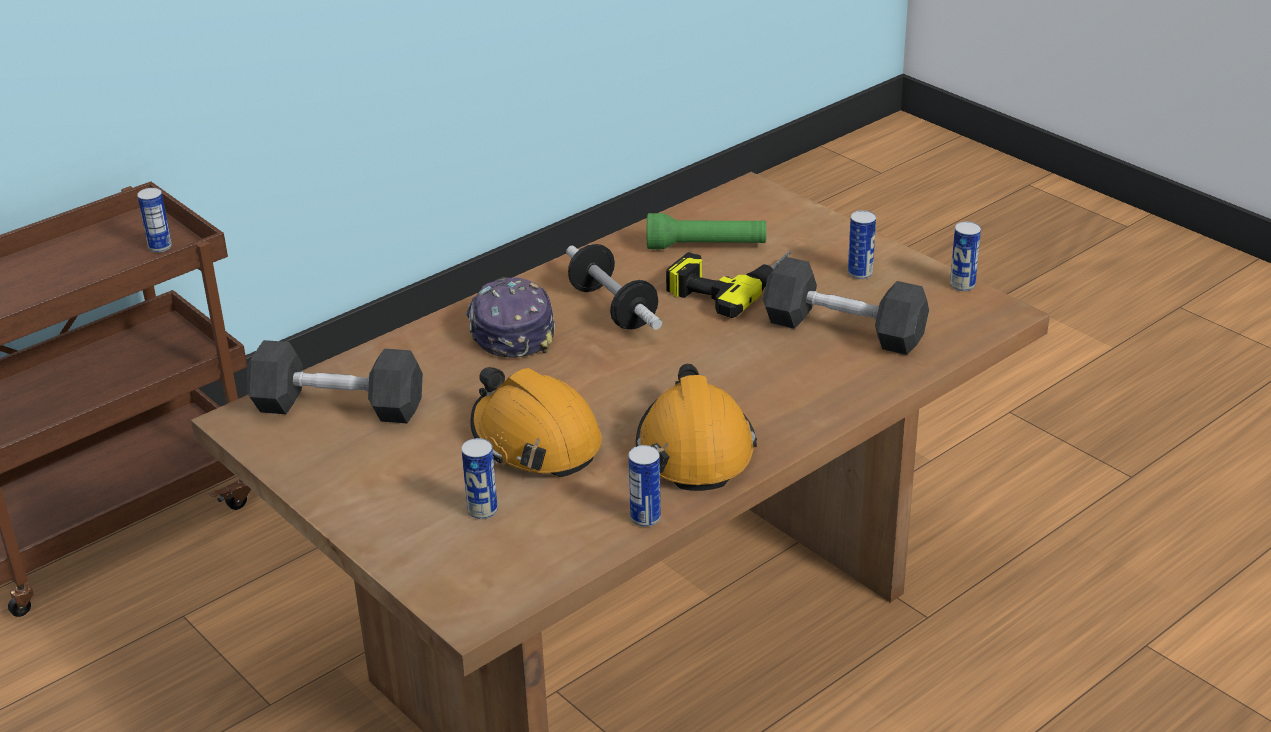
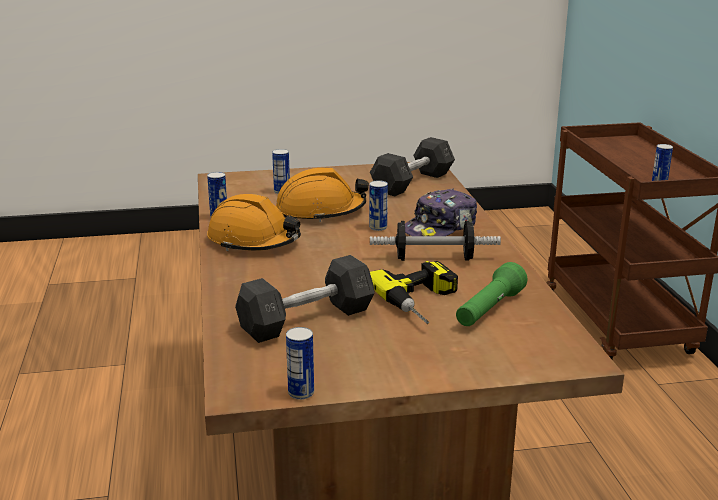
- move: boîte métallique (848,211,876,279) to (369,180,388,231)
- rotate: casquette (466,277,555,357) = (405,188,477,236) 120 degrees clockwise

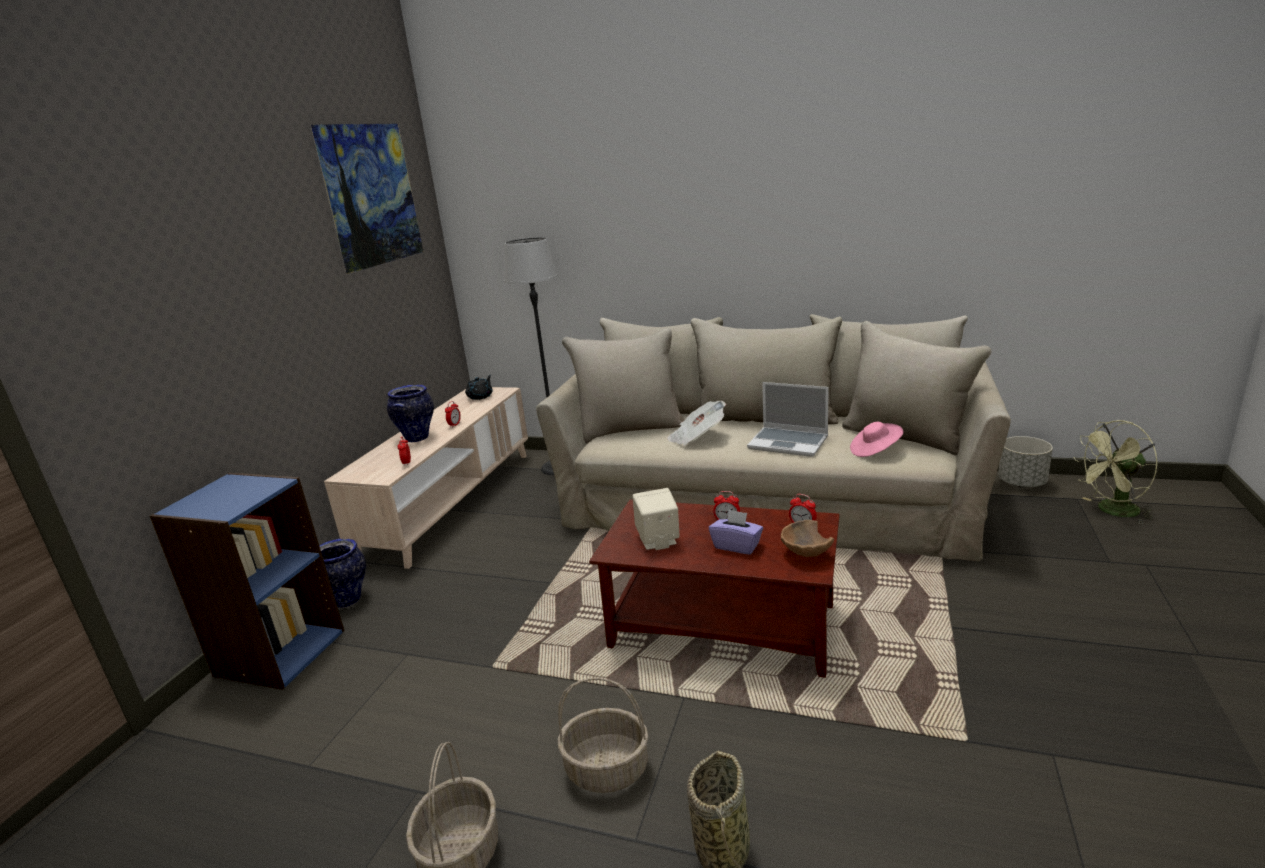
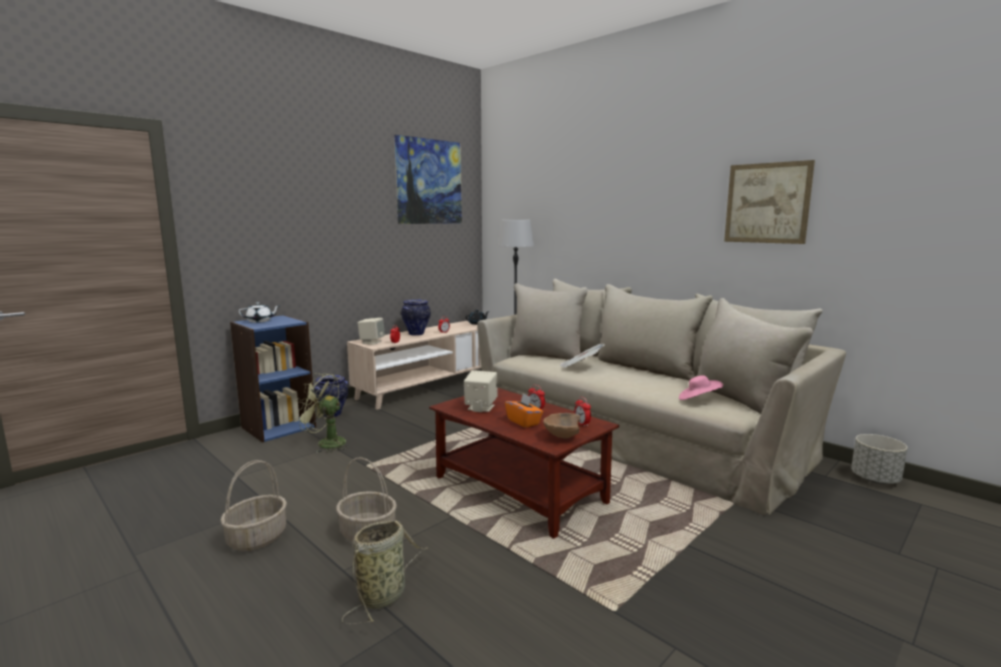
- delete: ordinateur portable (747,382,829,457)
- move: ventilateur (vert) (1073,420,1157,523) to (295,373,349,453)
- recolor: boîte à mouchoirs (violet) (709,509,763,555) to boîte à mouchoirs (orange) (505,393,543,428)
- insert: tableau (724,160,815,244)
- insert: théière (blanc) (238,302,279,323)
- insert: enceinte (beige) (358,318,385,345)

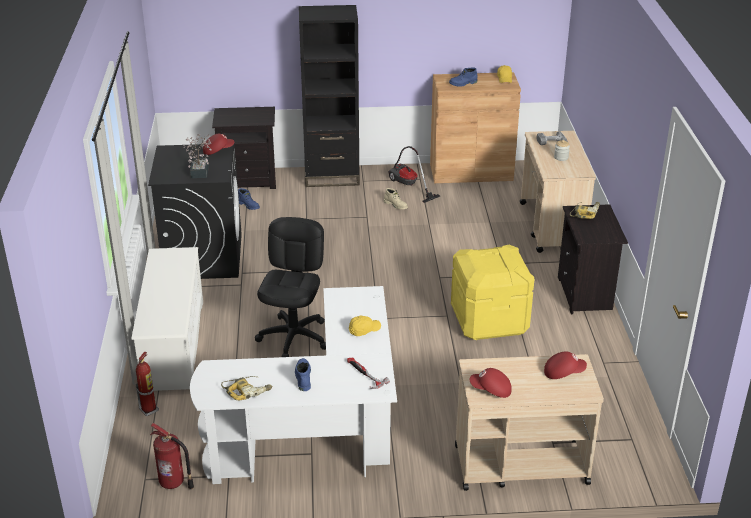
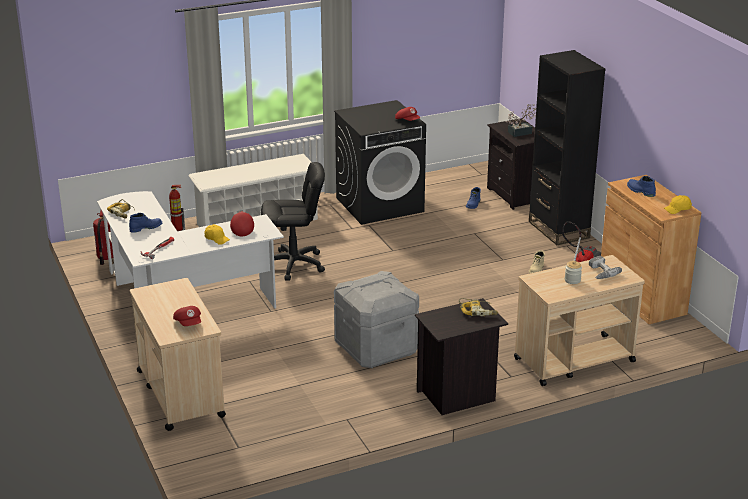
- move: plante en pot (184,134,212,178) to (506,104,536,137)
- recolor: boîte de rangement (jaune) (451,245,535,340) to boîte de rangement (gris) (334,271,419,368)
- move: casquette (rouge) (469,368,512,398) to (230,212,254,236)

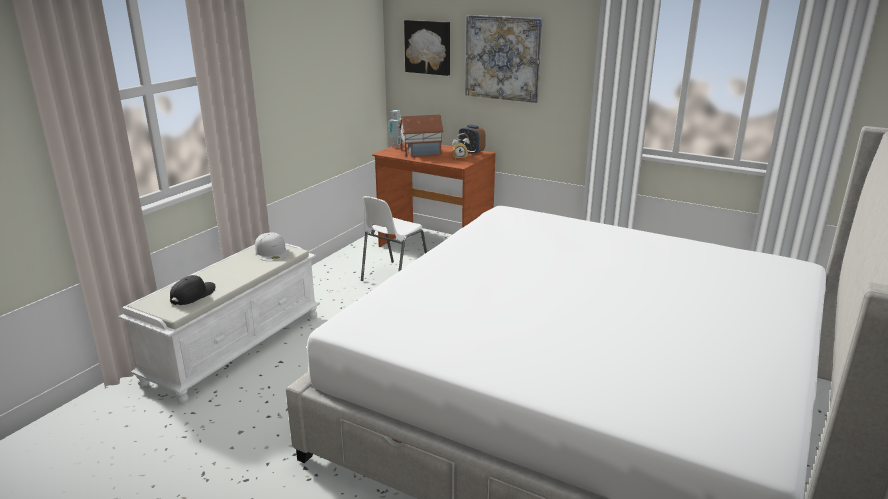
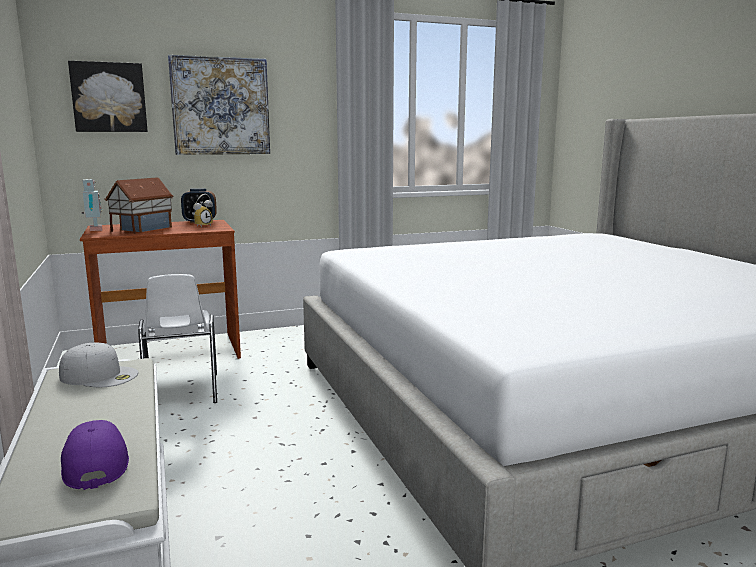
- recolor: casquette (noir) (170,275,216,305) to casquette (violet) (61,420,129,490)

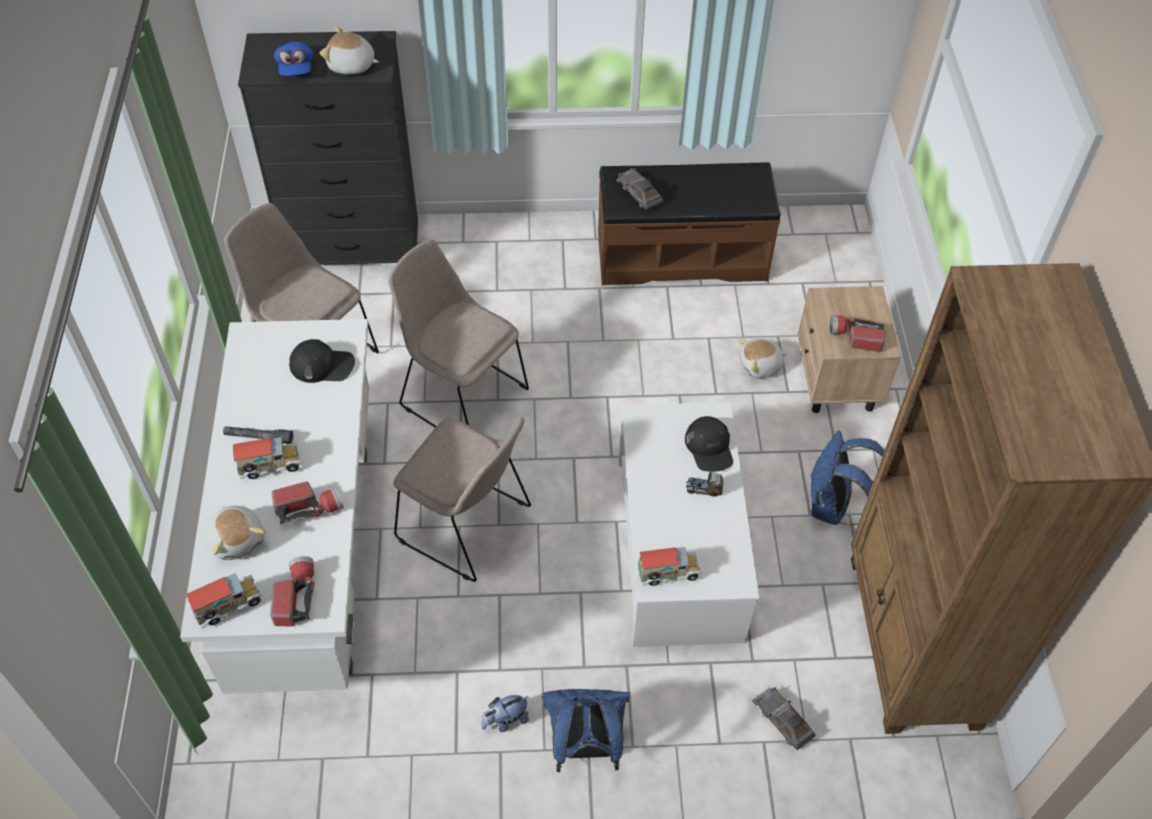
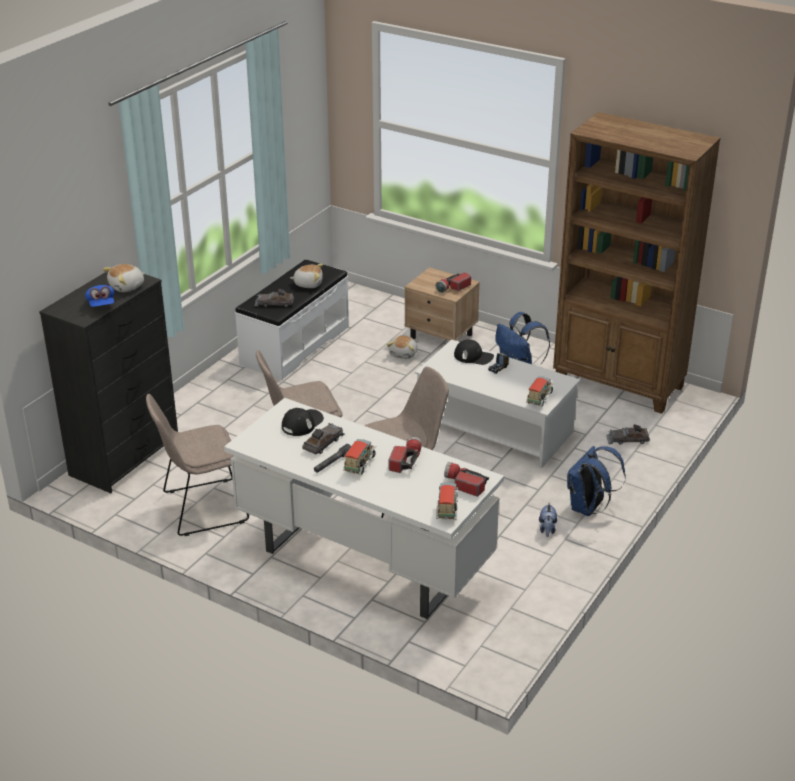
- rotate: casquette (bleu) (274,42,313,76) = (85,285,114,307) 45 degrees clockwise
- recolor: banc (marron) (598,162,781,285) to banc (blanc) (235,260,349,380)
- move: peluche (207,506,266,560) to (290,264,323,288)
- insert: petite voiture (gris) (302,423,345,454)

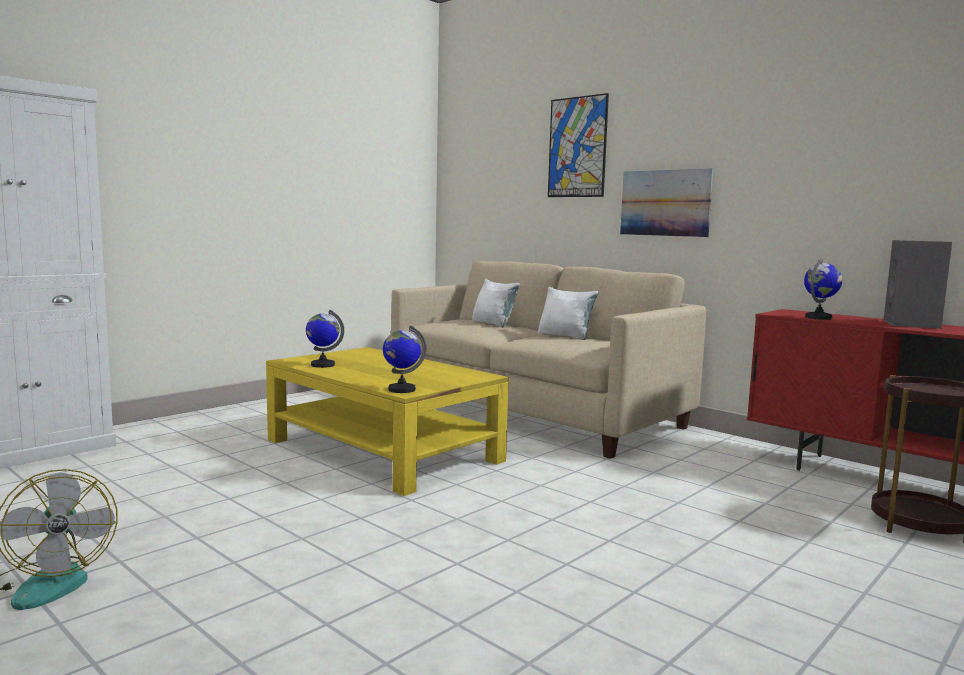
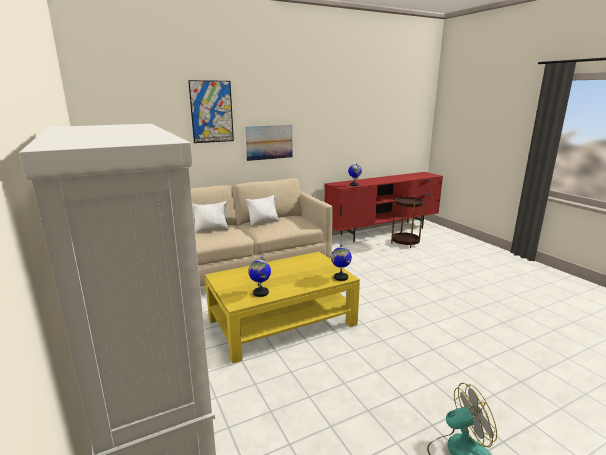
- delete: enceinte (gris) (883,240,952,329)

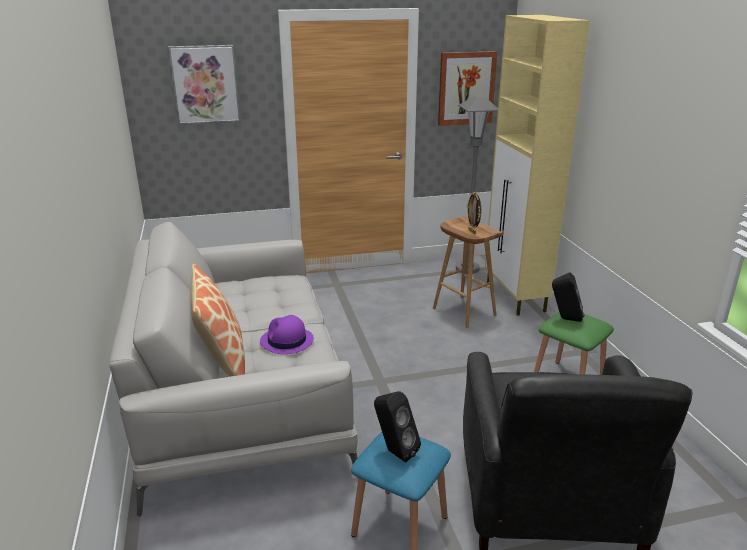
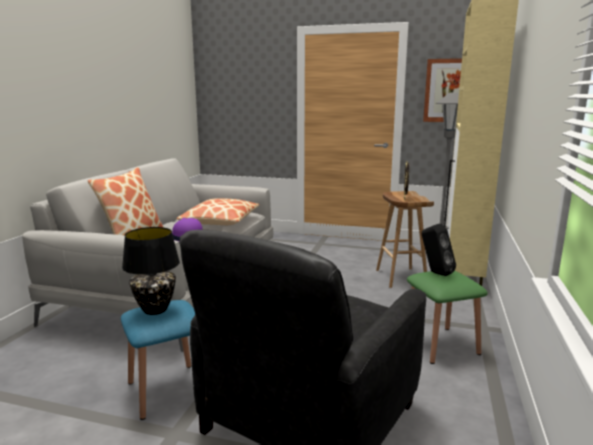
- delete: tableau (168,45,240,125)
- replace: enceinte (noir) (374,391,421,463) to lampe de table (noir) (122,227,180,315)
- insert: coussin (176,198,259,225)

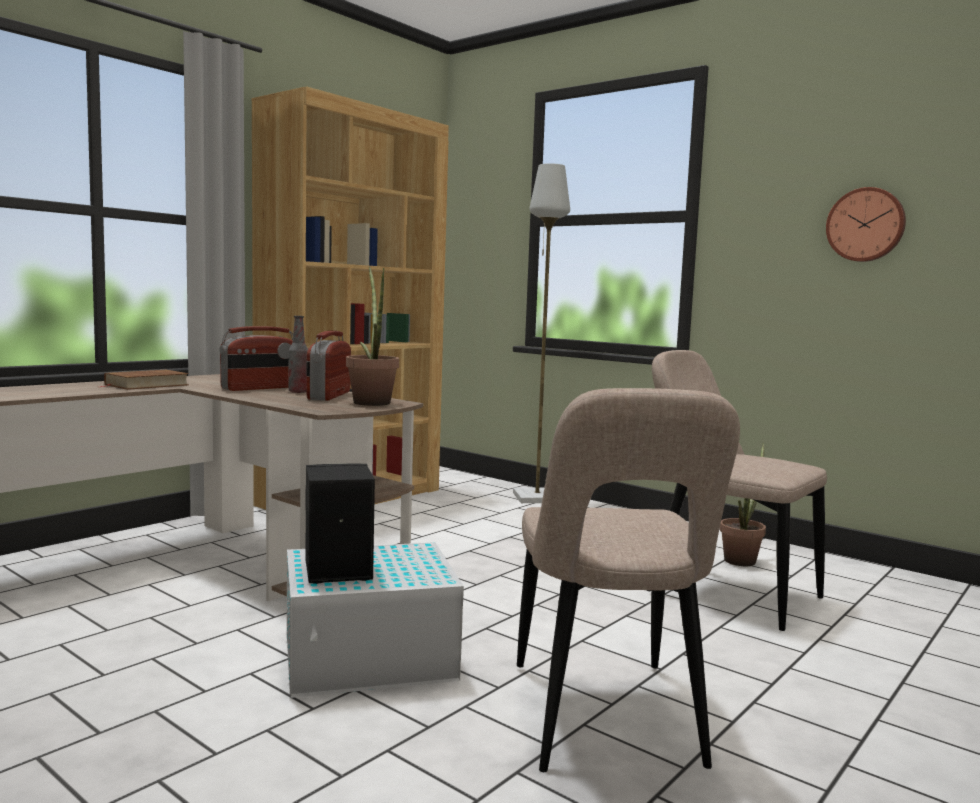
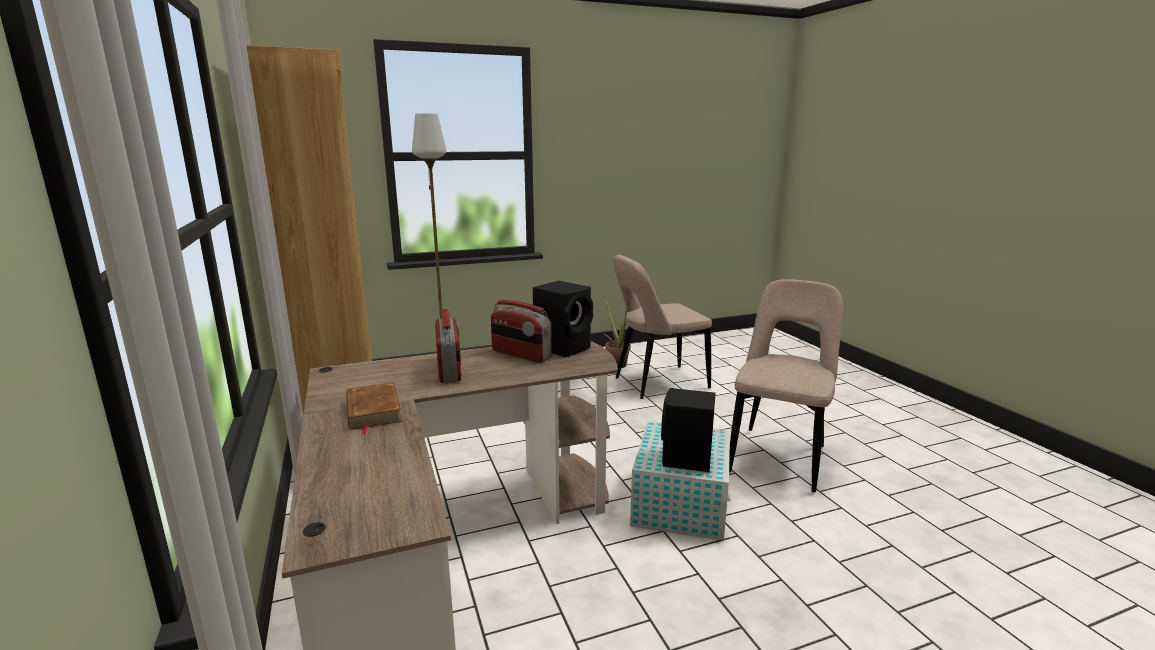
- delete: horloge murale (826,187,906,262)
- replace: plante en pot (346,266,399,406) to enceinte (noir) (533,281,593,357)
- delete: bouteille (288,316,308,393)
- rotate: chaise (beige) (517,388,740,772) = (729,279,843,492) 90 degrees counterclockwise

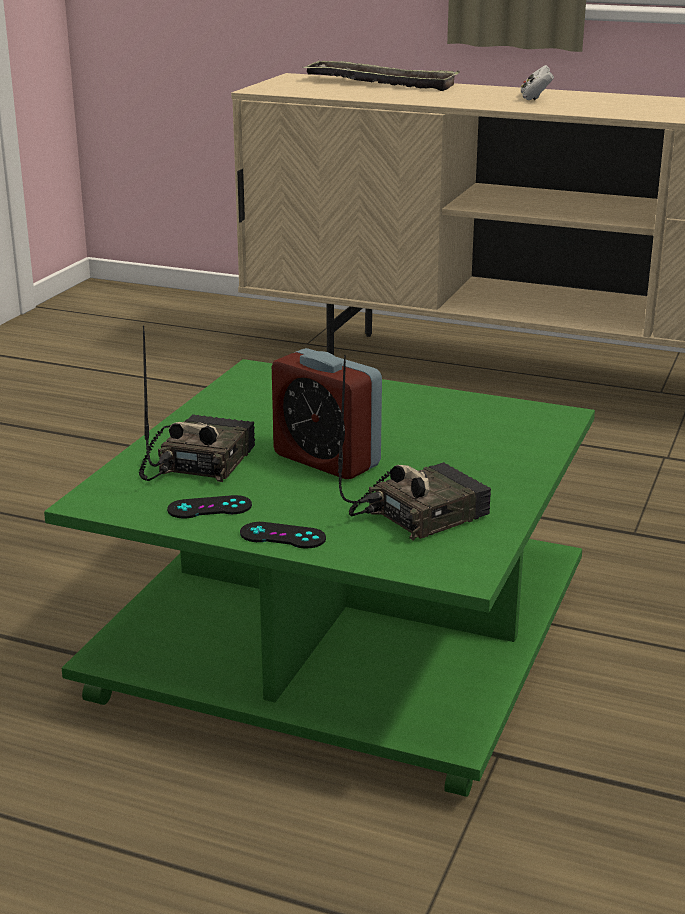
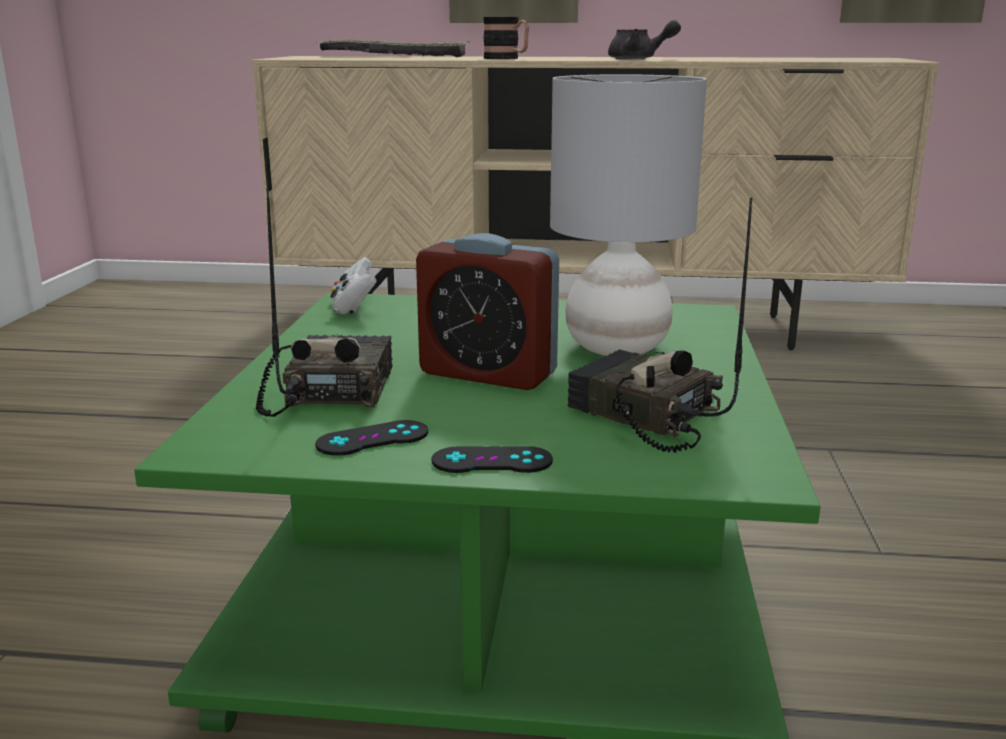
- move: manette (blanc) (521,65,554,101) to (331,257,377,315)
- rotate: radio (338,355,491,541) = (568,197,752,453) 90 degrees counterclockwise
- insert: mug (483,17,529,59)
- insert: théière (gris) (608,20,681,59)
- insert: lampe de table (gris) (550,74,707,356)

